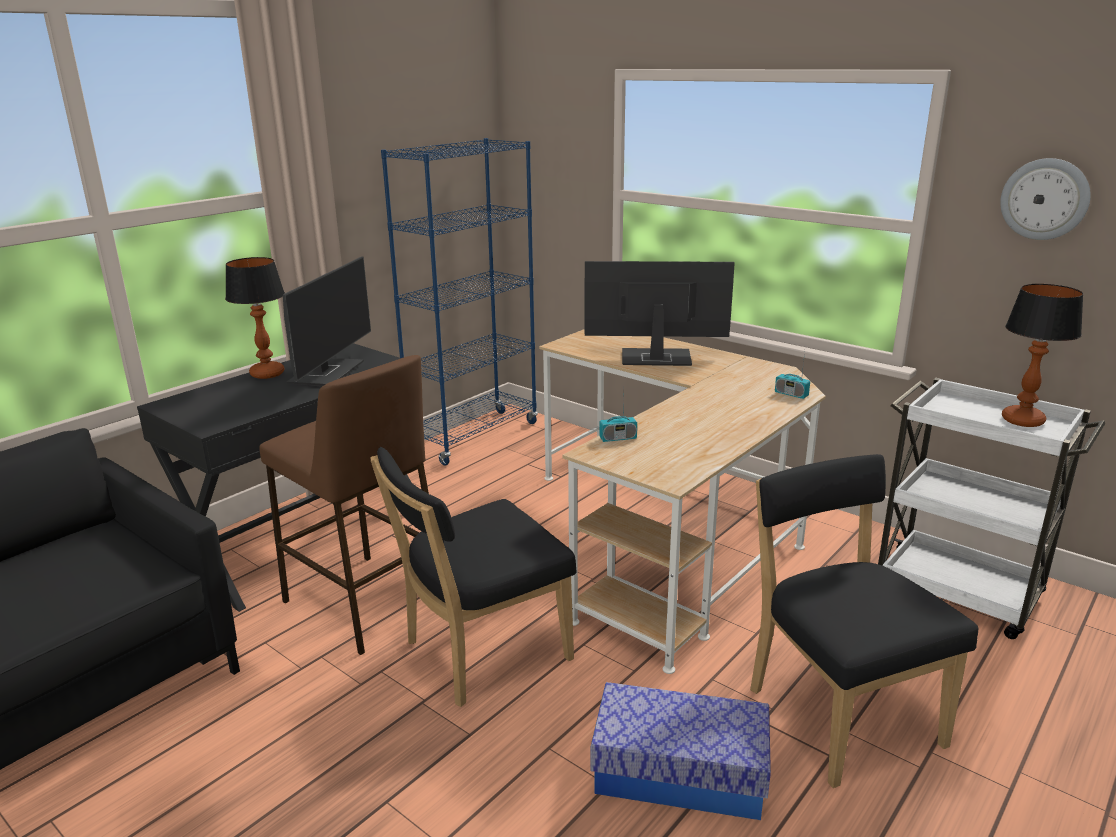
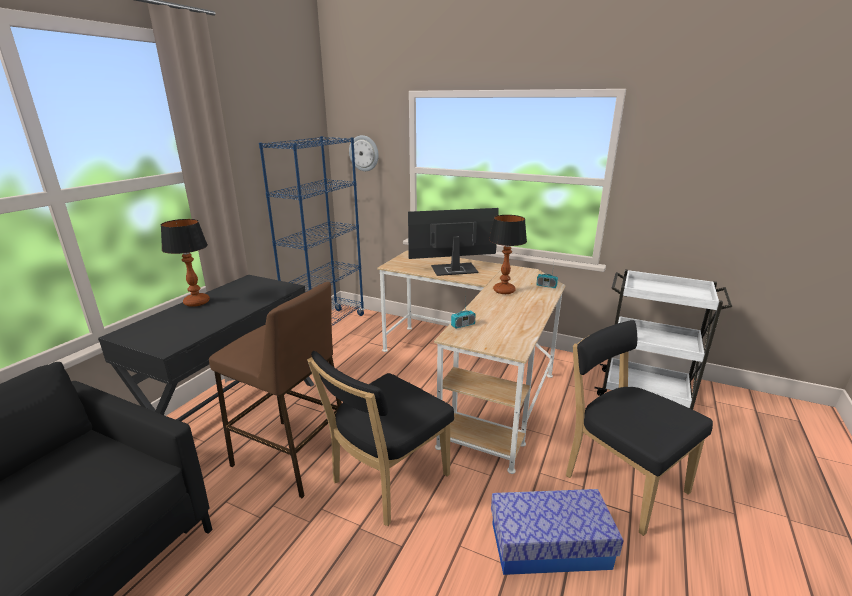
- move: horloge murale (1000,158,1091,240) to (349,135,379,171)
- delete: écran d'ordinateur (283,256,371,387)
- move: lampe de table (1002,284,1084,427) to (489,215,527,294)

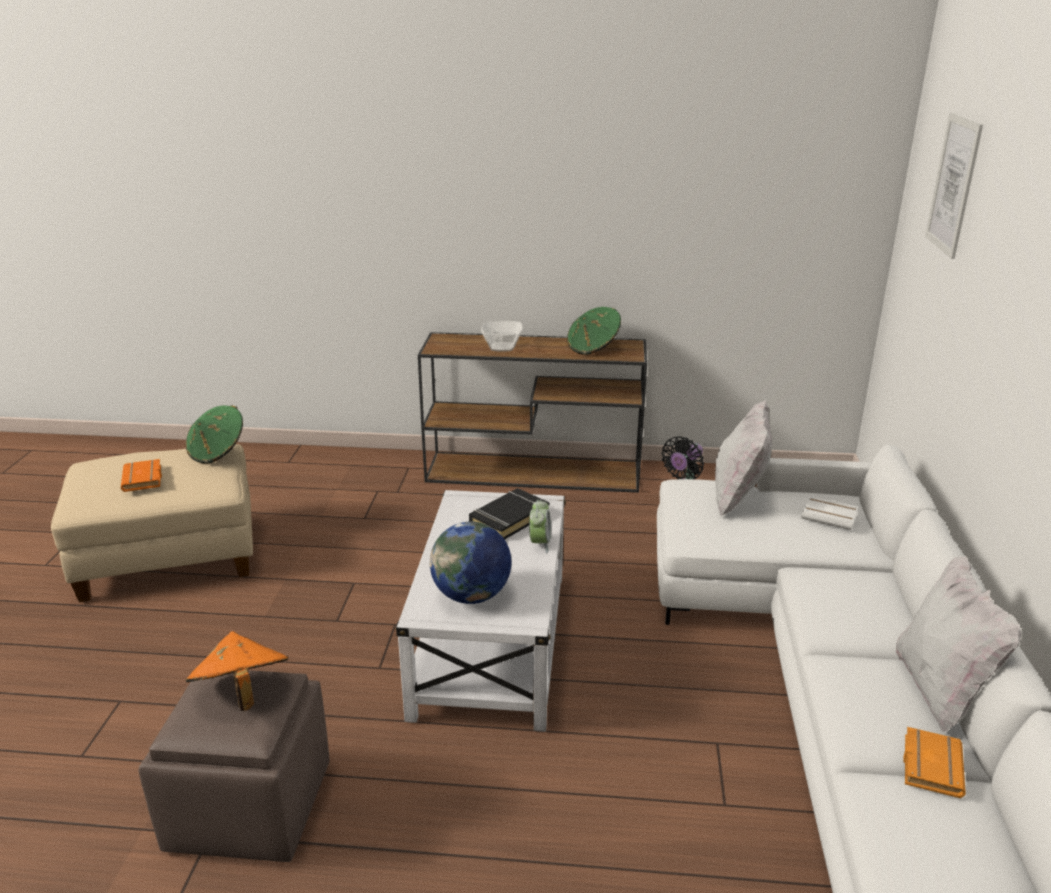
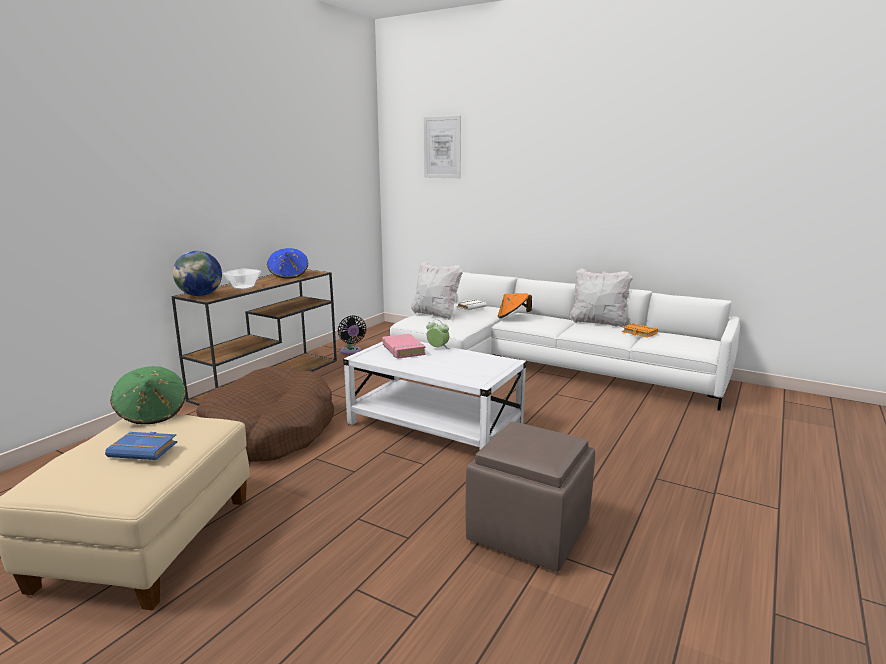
- recolor: chapeau (vert) (567,307,621,355) to chapeau (bleu) (267,248,308,279)
- recolor: livre (orange) (121,459,162,492) to livre (bleu) (105,432,177,460)
- recolor: livre (noir) (469,488,550,539) to livre (rose) (383,334,426,359)
- move: globe (430,521,511,604) to (173,251,222,296)
- move: chapeau (orange) (186,631,289,711) to (498,293,532,318)
- insert: panier pour chien (marron) (196,367,334,462)

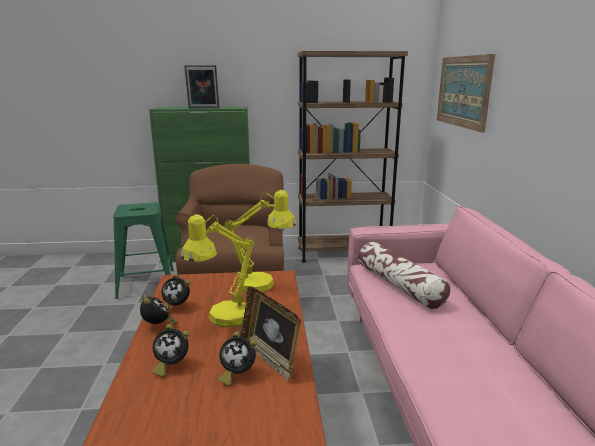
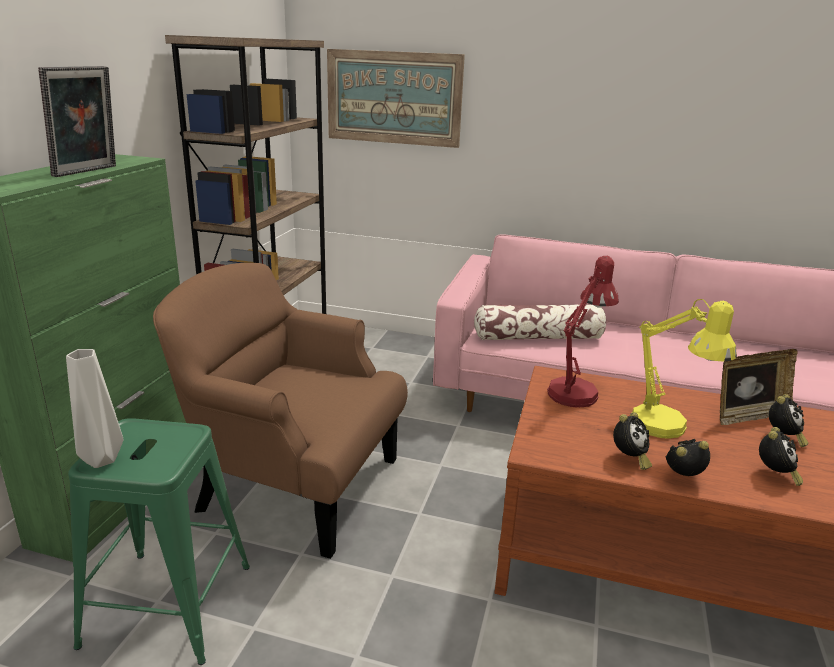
- recolor: lampe de table (jaune) (225,190,296,292) to lampe de table (rouge) (547,256,619,408)
- insert: vase (gris) (66,349,123,468)

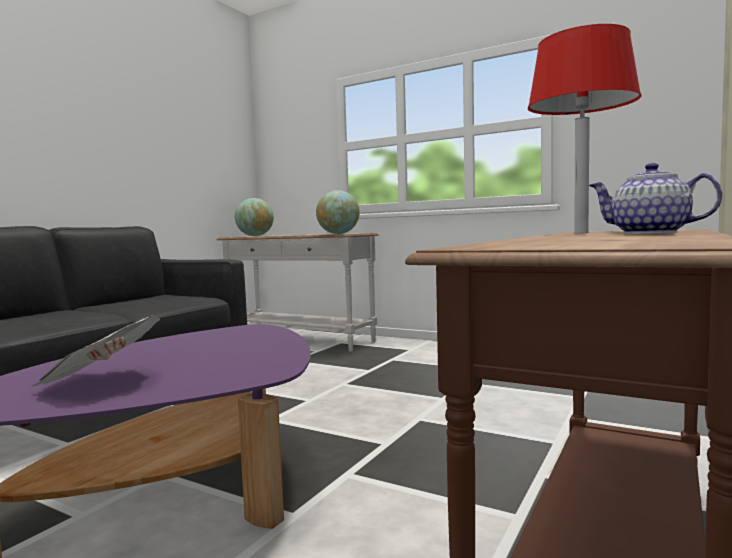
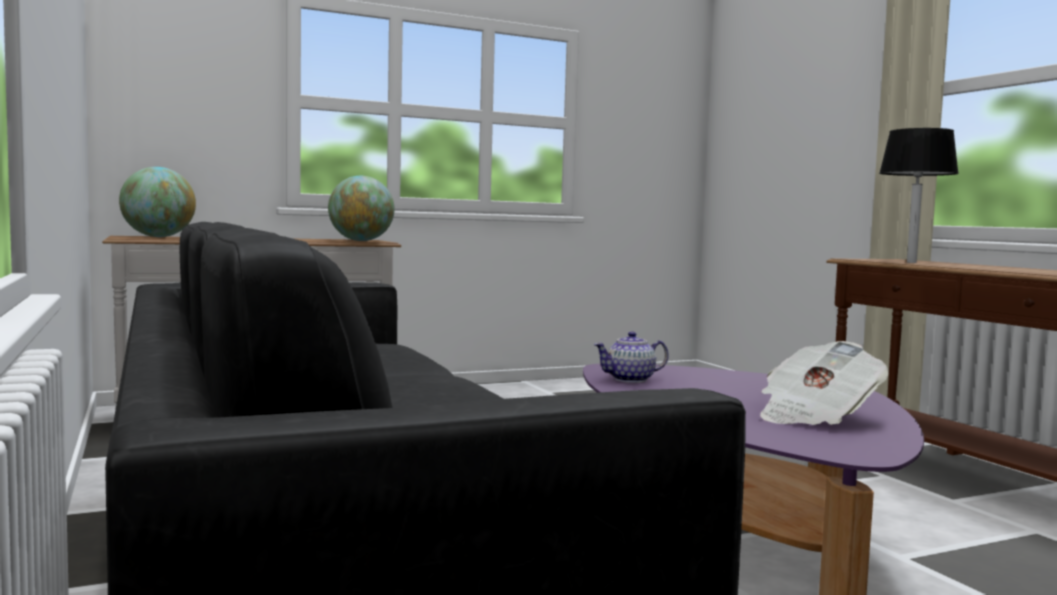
- recolor: lampe de table (rouge) (528,24,641,233) to lampe de table (noir) (879,128,959,263)
- move: théière (589,163,722,234) to (594,331,669,383)

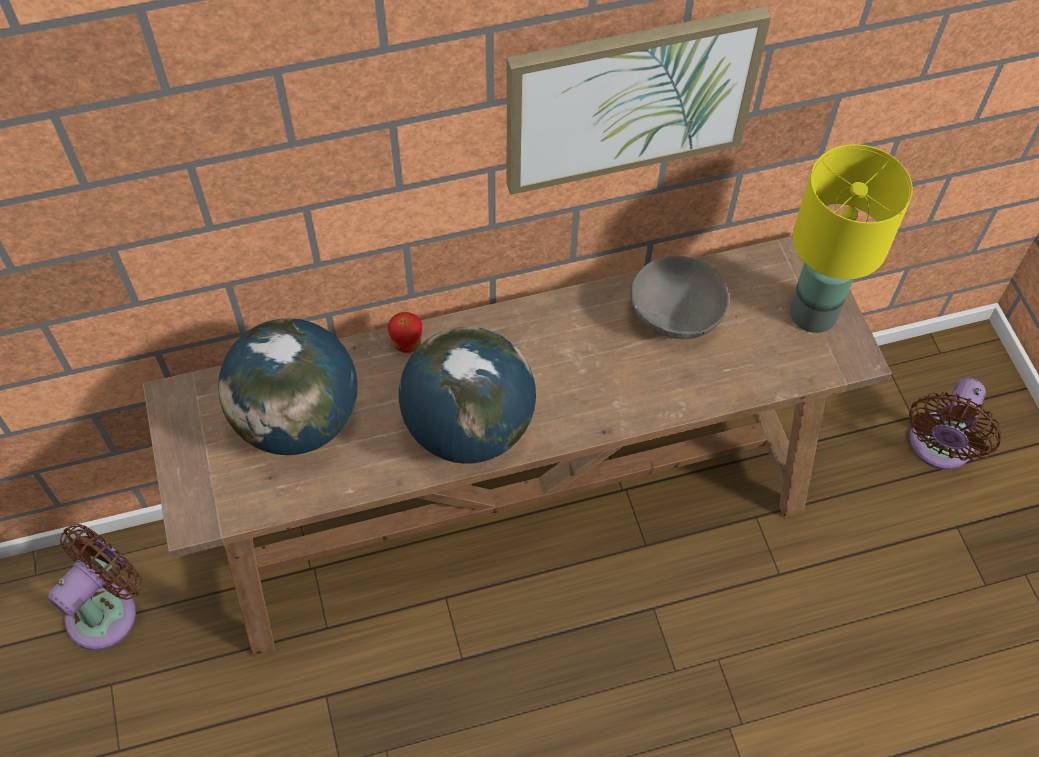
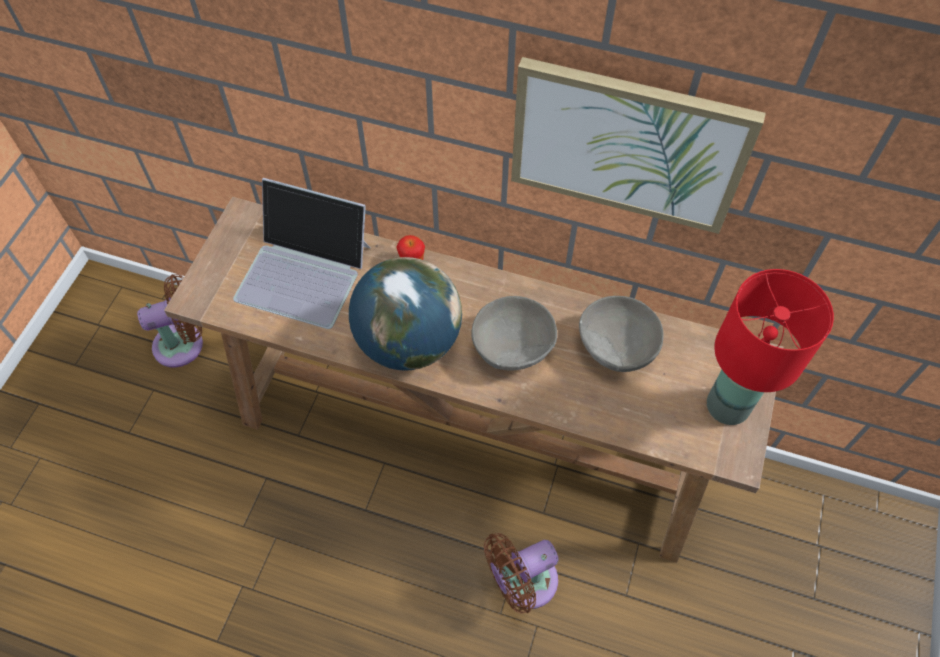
- recolor: lampe de table (jaune) (790,144,913,333) to lampe de table (rouge) (707,269,834,425)
- replace: globe (218,318,357,455) to ordinateur portable (233,178,370,329)
- move: ventilateur (marron) (909,378,1001,470) to (484,533,559,614)
- insert: bol (gris) (471,296,557,370)

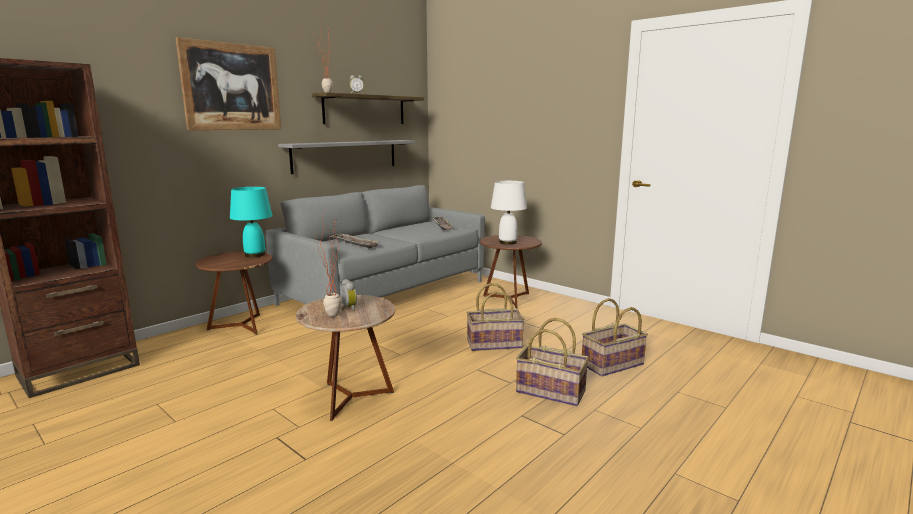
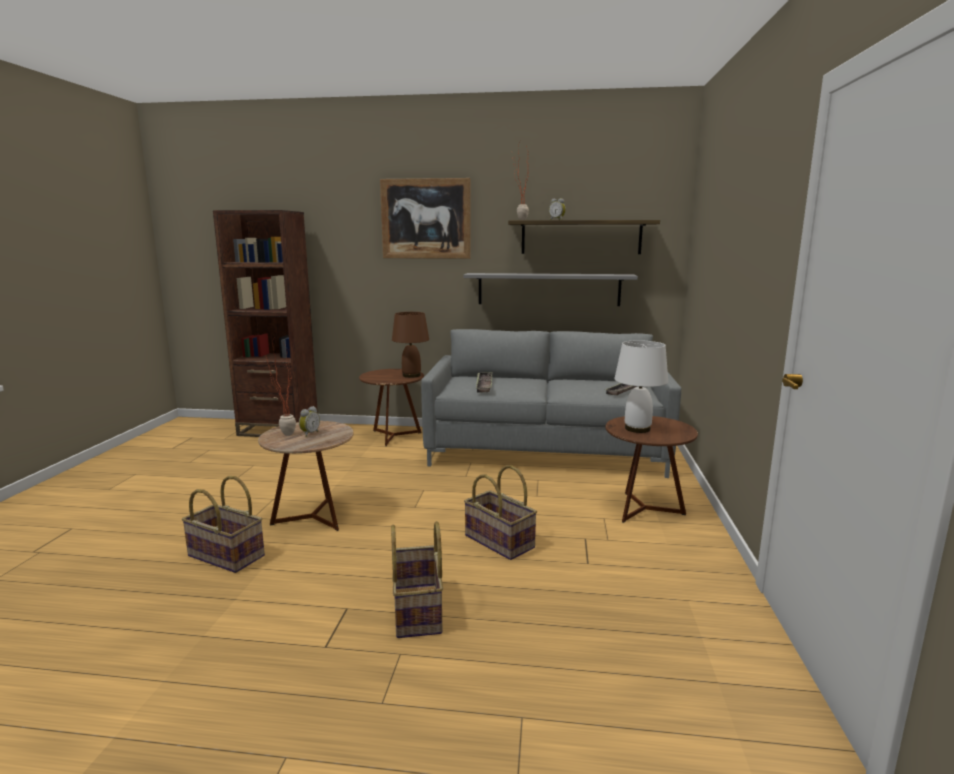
- recolor: lampe de table (turquoise) (230,187,273,258) to lampe de table (marron) (392,312,429,378)
- move: panier (582,298,648,376) to (182,476,265,573)

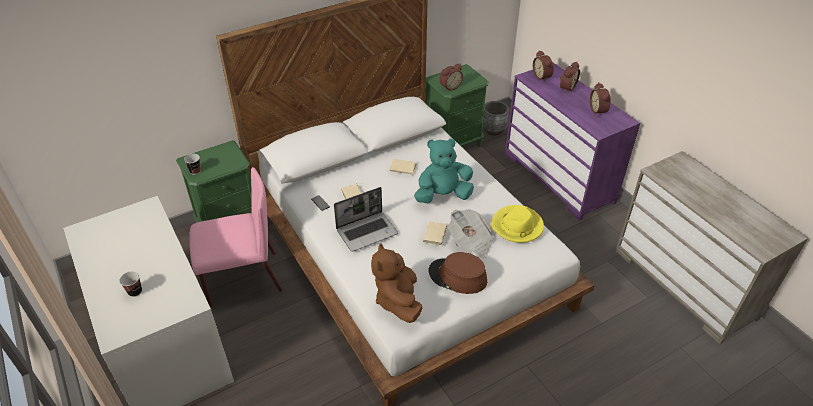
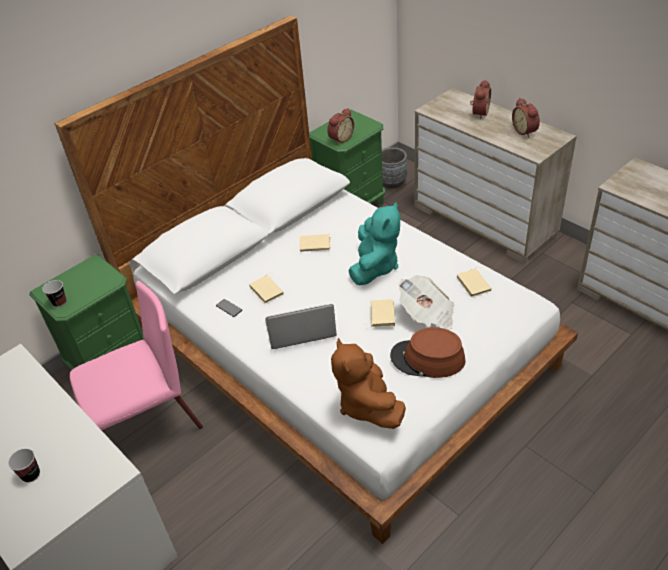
- delete: réveil (533,50,553,82)
- recolor: commode (violet) (505,63,640,221) to commode (beige) (414,88,577,264)
- rotate: peluche (turquoise) (414,138,474,203) = (349,202,400,285) 135 degrees clockwise
- rotate: ordinateur portable (334,187,398,252) = (265,304,337,349) 150 degrees counterclockwise
- replace: chapeau (jaune) (491,205,544,243) to livre (beige) (457,267,492,297)

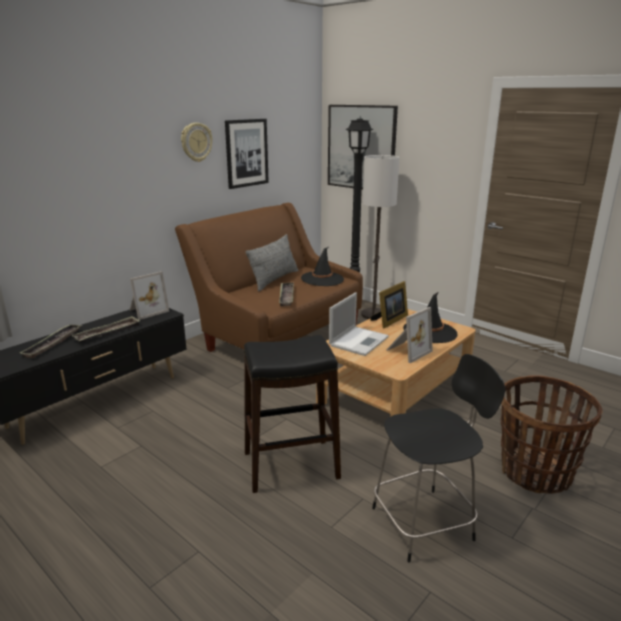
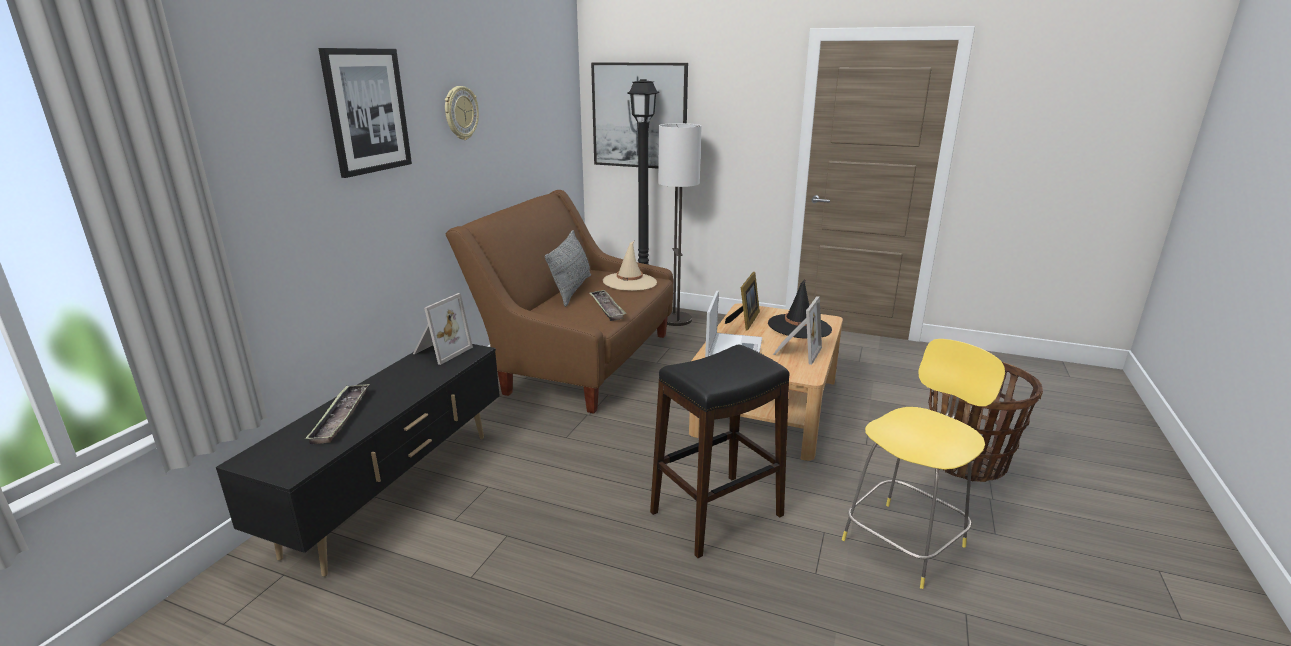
- move: tableau (225,119,269,189) to (318,48,412,178)
- recolor: chapeau (noir) (301,247,344,286) to chapeau (beige) (603,240,657,291)
- delete: plateau (71,316,140,343)
- recolor: tabouret (noir) (372,354,505,563) to tabouret (jaune) (842,339,1005,589)

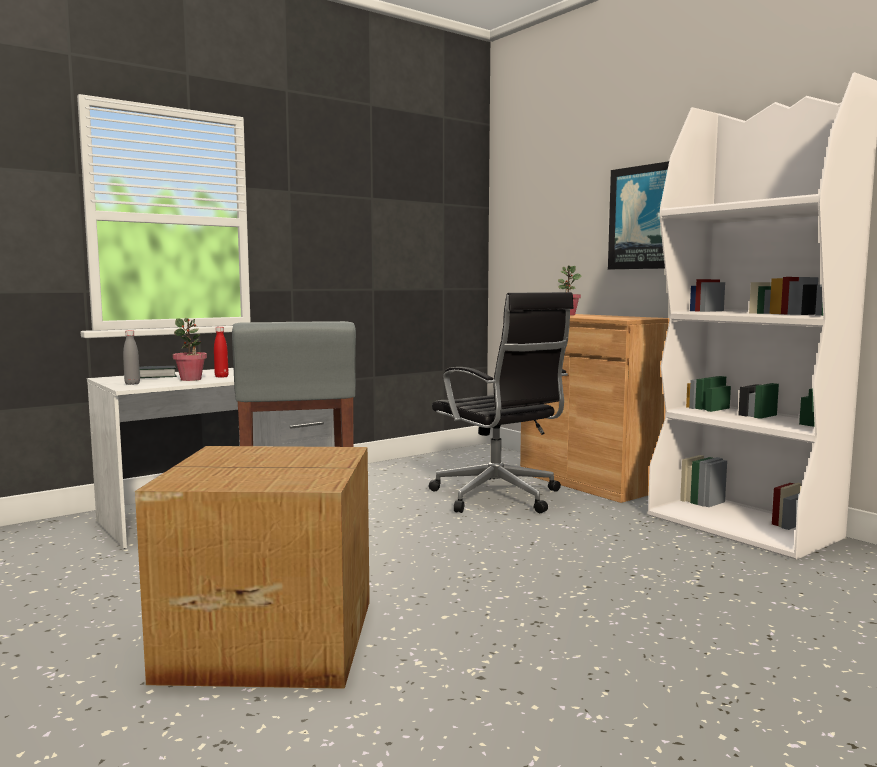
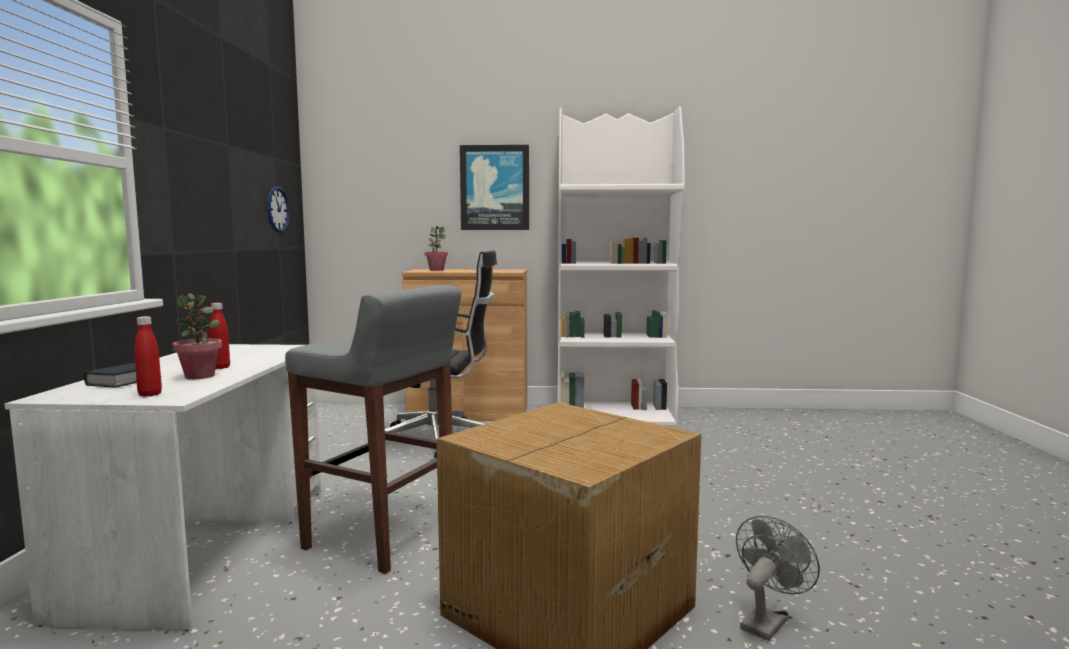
- recolor: bouteille (gris) (123,330,140,385) to bouteille (rouge) (134,316,162,397)
- insert: horloge murale (267,186,290,233)
- insert: ventilateur (gris) (736,516,820,641)

